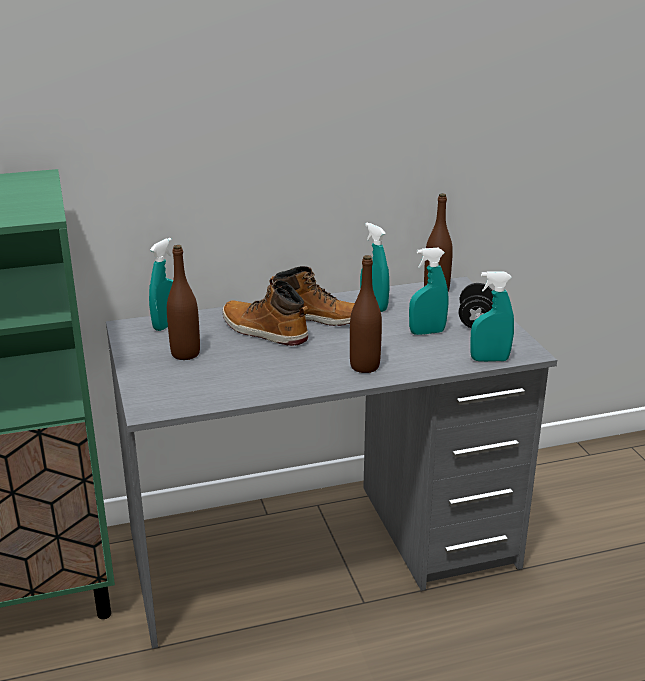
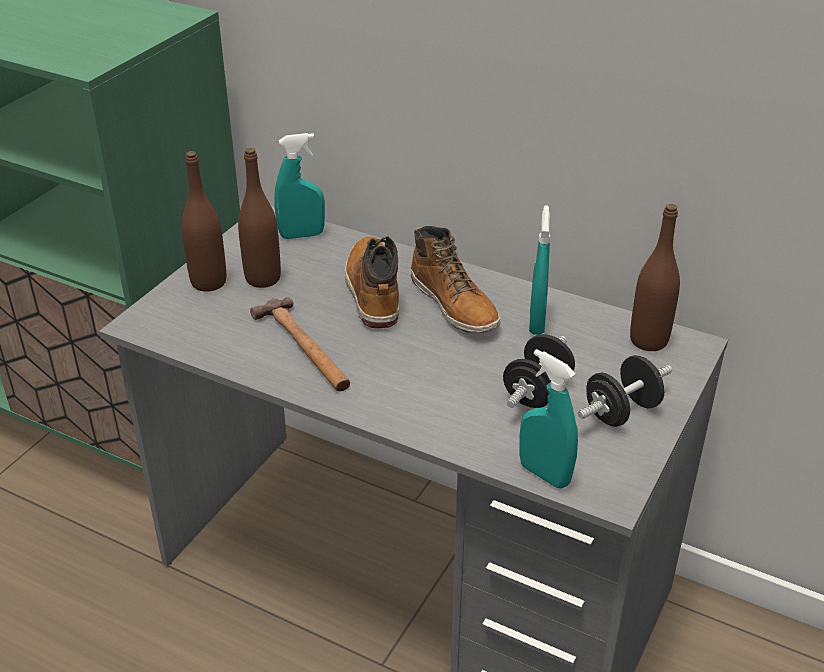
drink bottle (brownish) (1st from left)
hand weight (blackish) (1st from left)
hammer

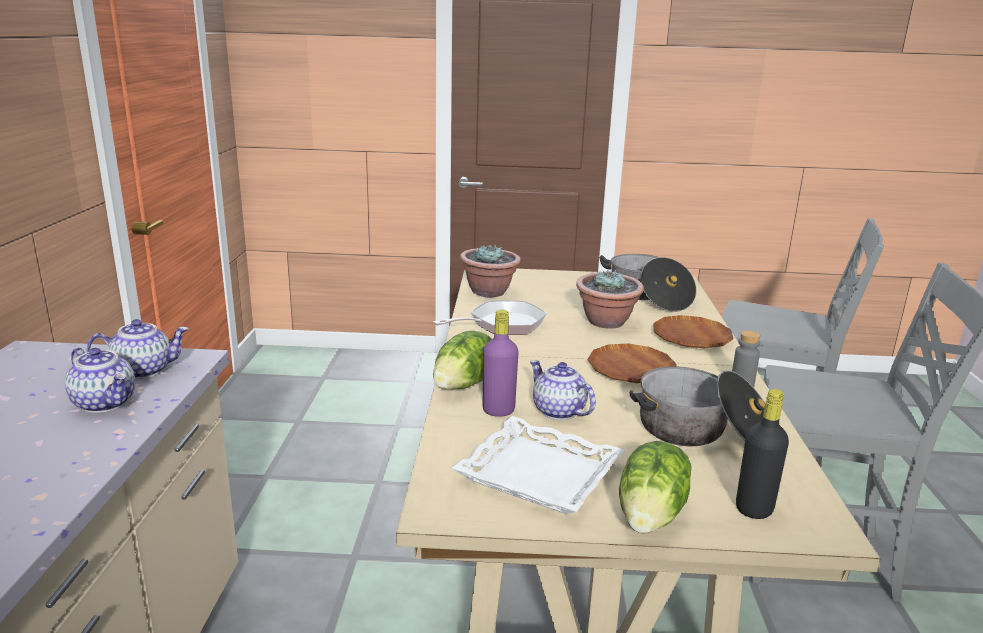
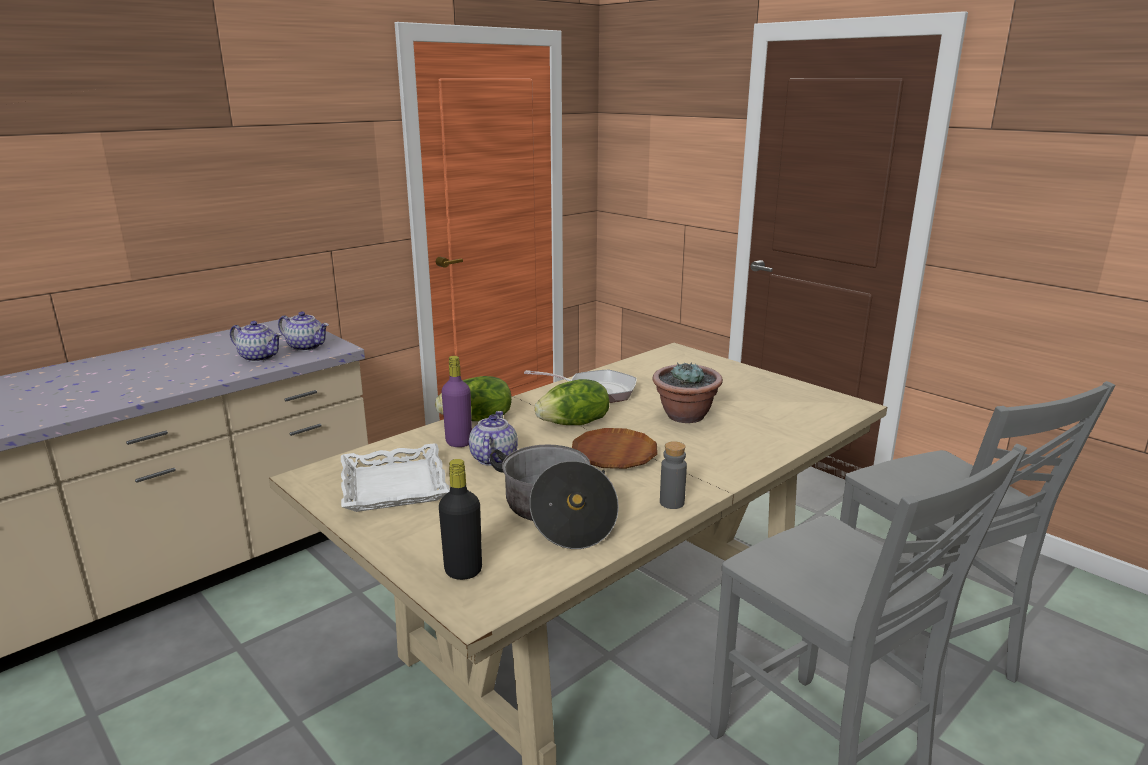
pot for tea (1st from left)
houseplant (1st from left in the first image)
stockpot (1st from left in the first image)
head of lettuce (2nd from left)
plate (brownish) (2nd from left in the first image)

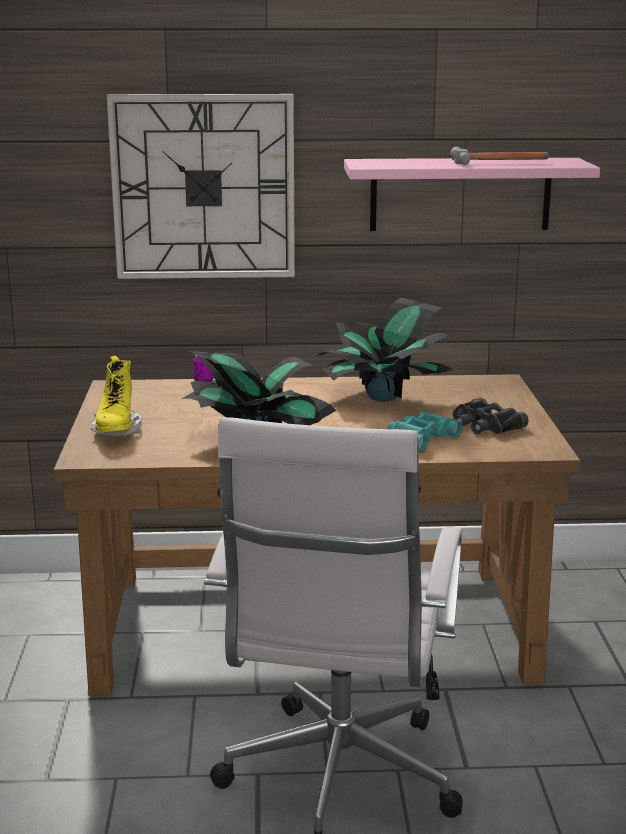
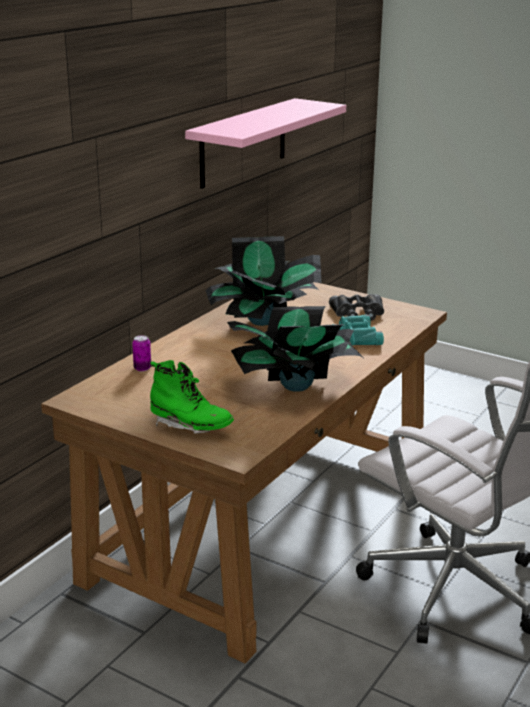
tall boot (green)
clock on the wall
hammer

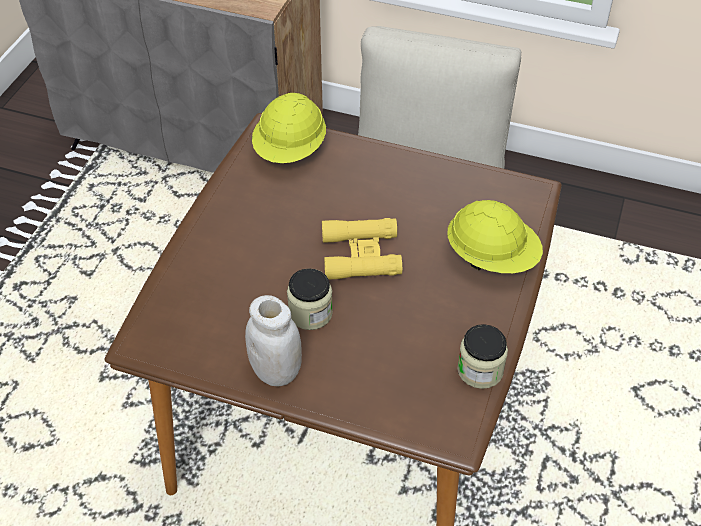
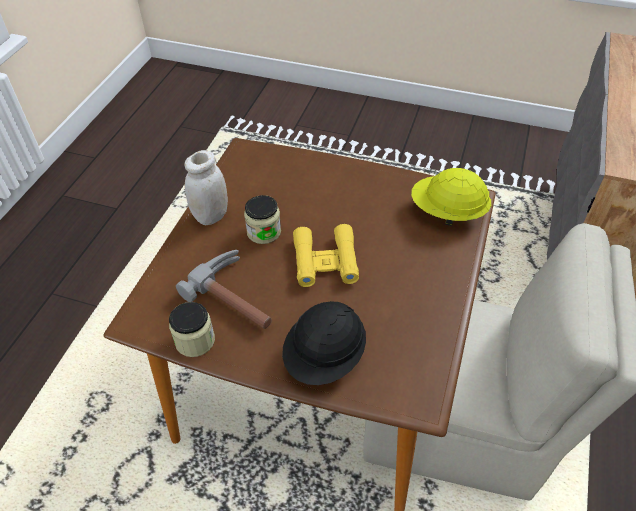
hard hat (blackish)
hammer

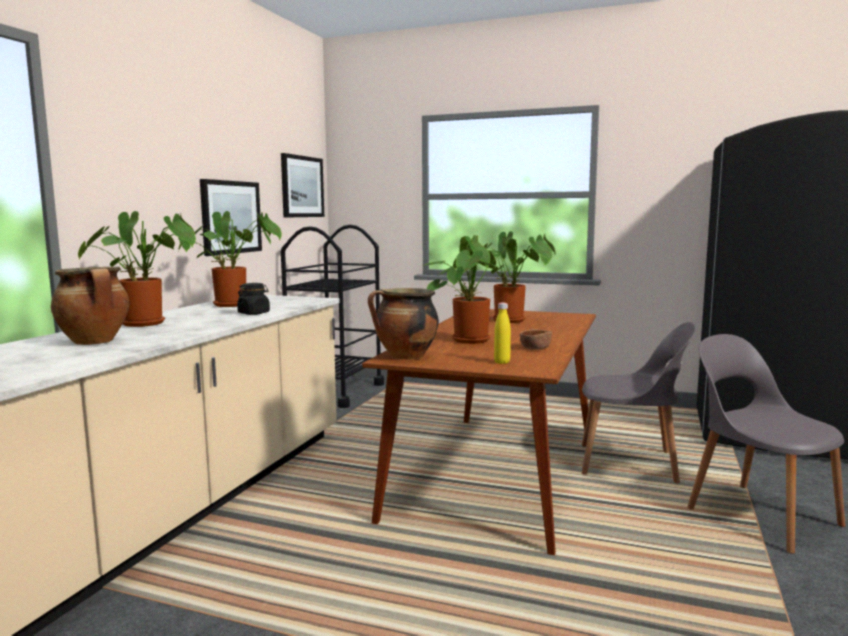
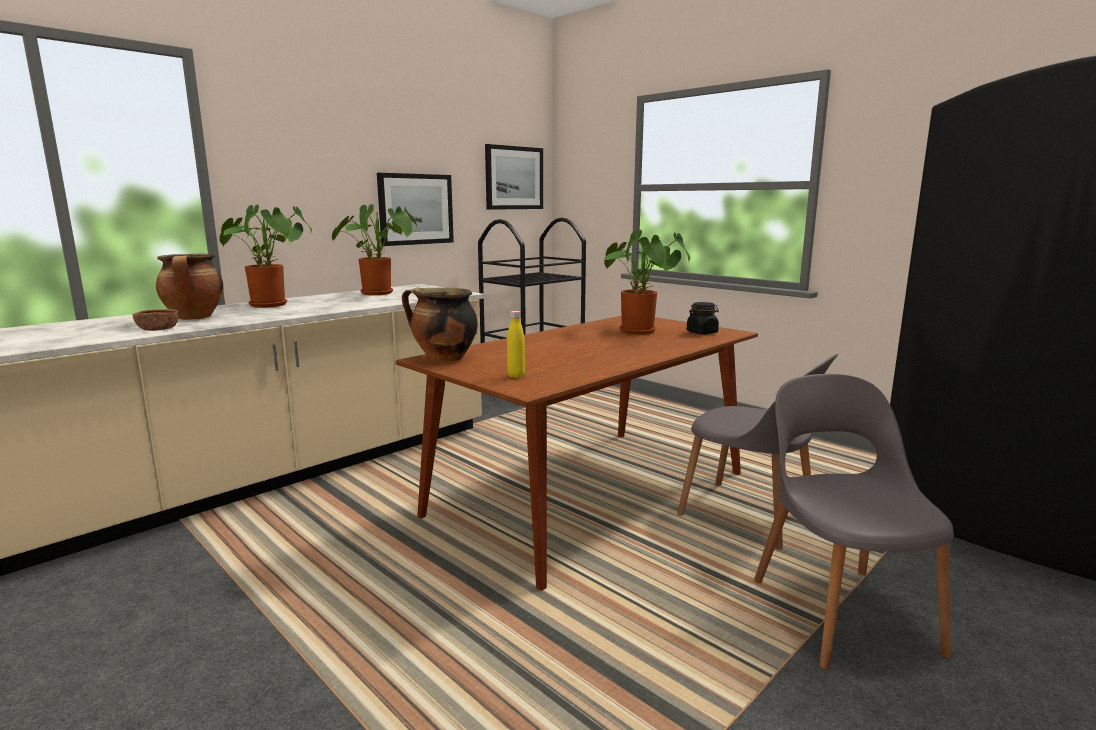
preserve jar (blackish)
houseplant (3rd from left in the first image)
serving bowl (brownish)

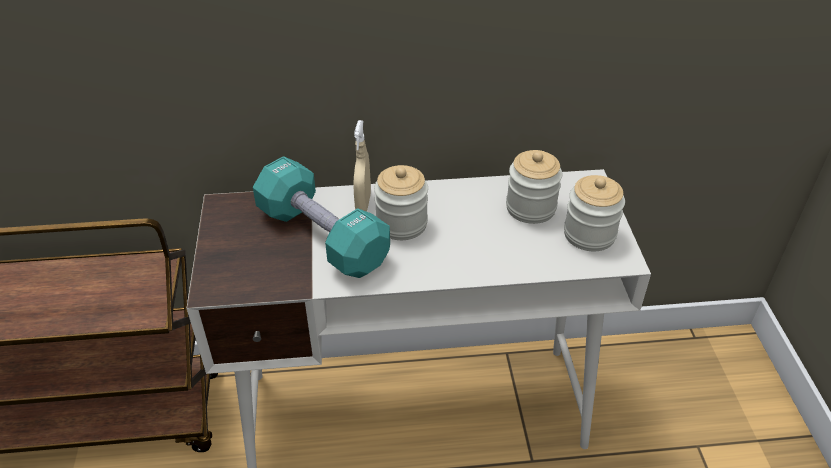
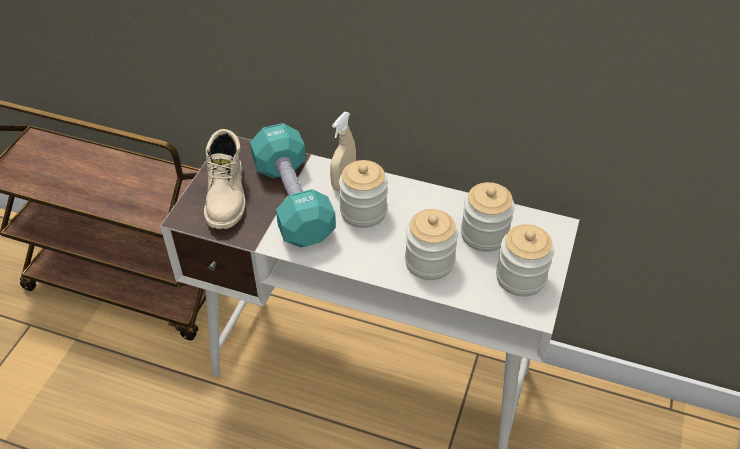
tall boot (beige-coloured)
preserve jar (2nd from left)

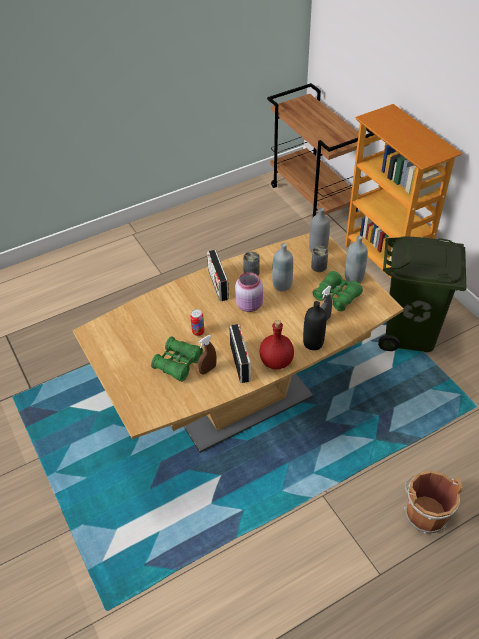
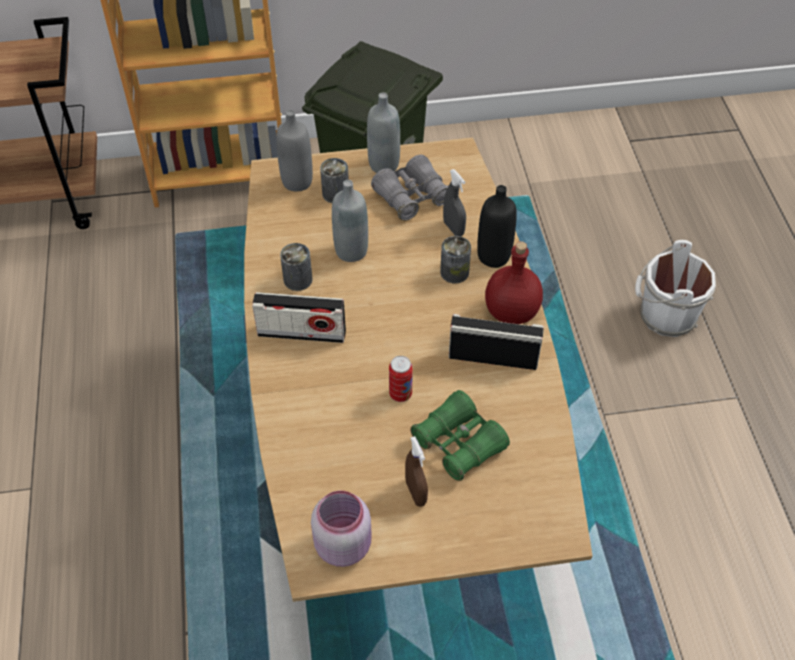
hand sprayer (brownish)
preserve jar (pink)
field glasses (gray)
pail (whitish)
can (4th from left)

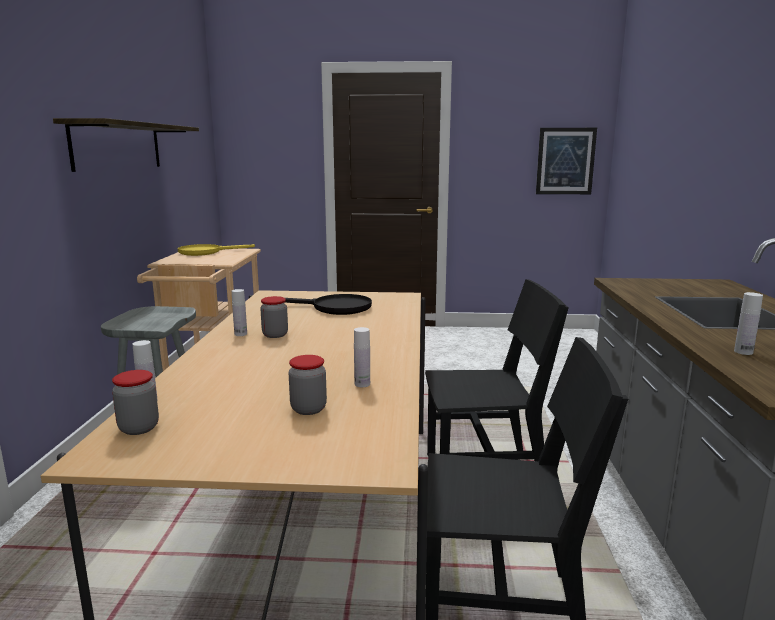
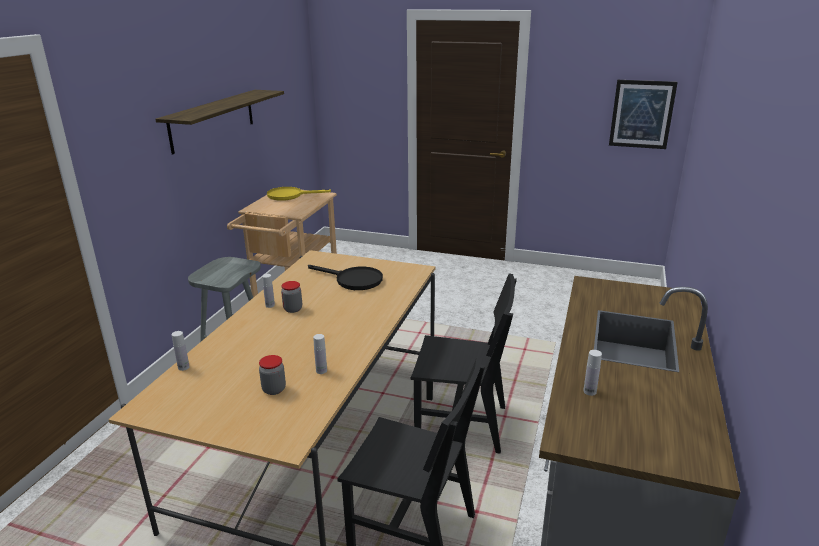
preserve jar (1st from left in the first image)

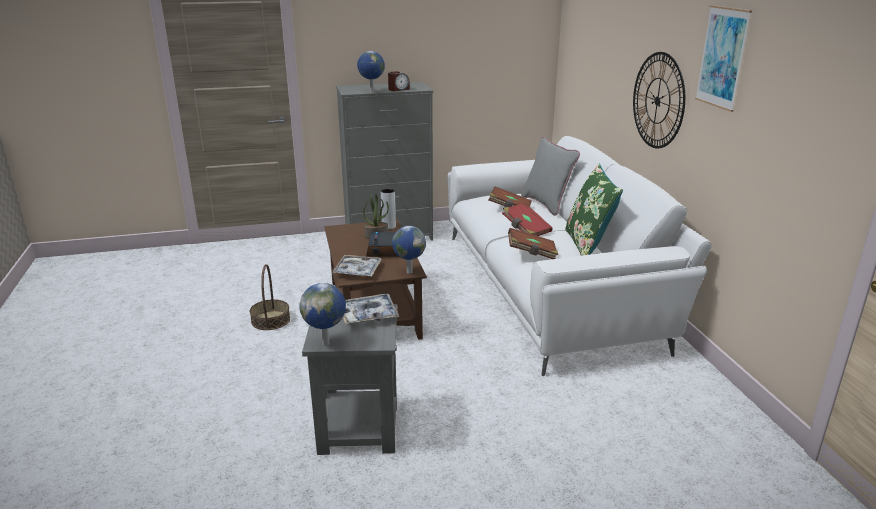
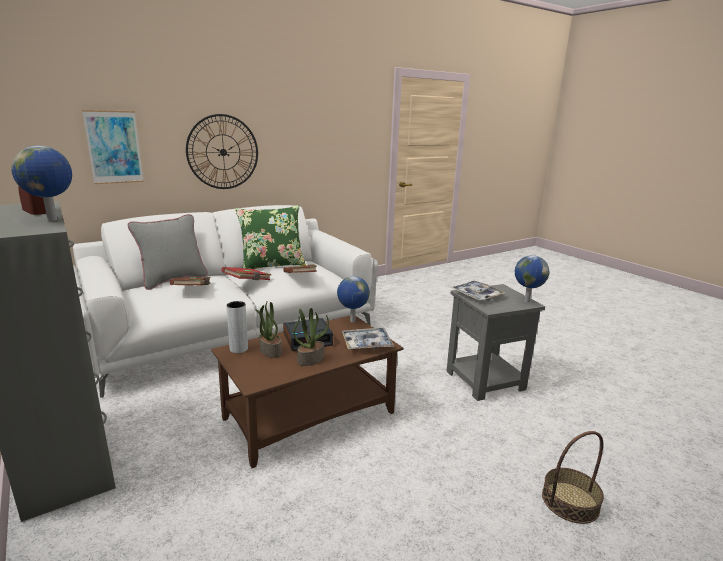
basket
picture
houseplant (2nd from left)

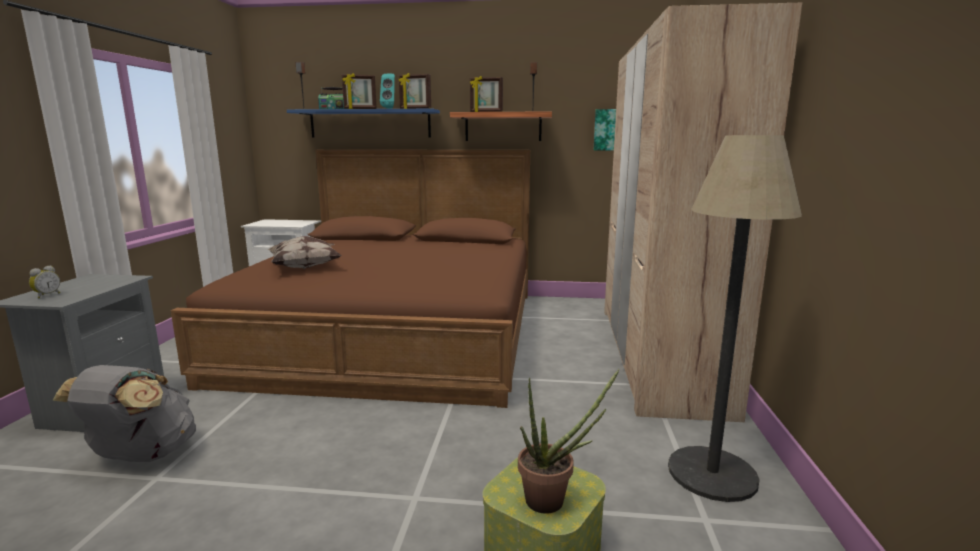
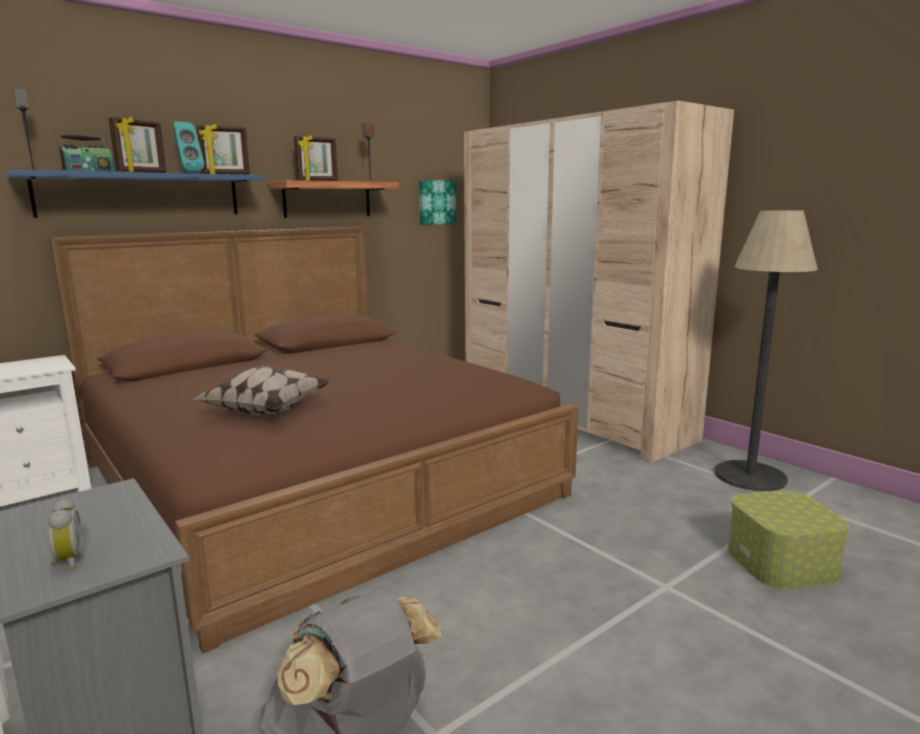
houseplant

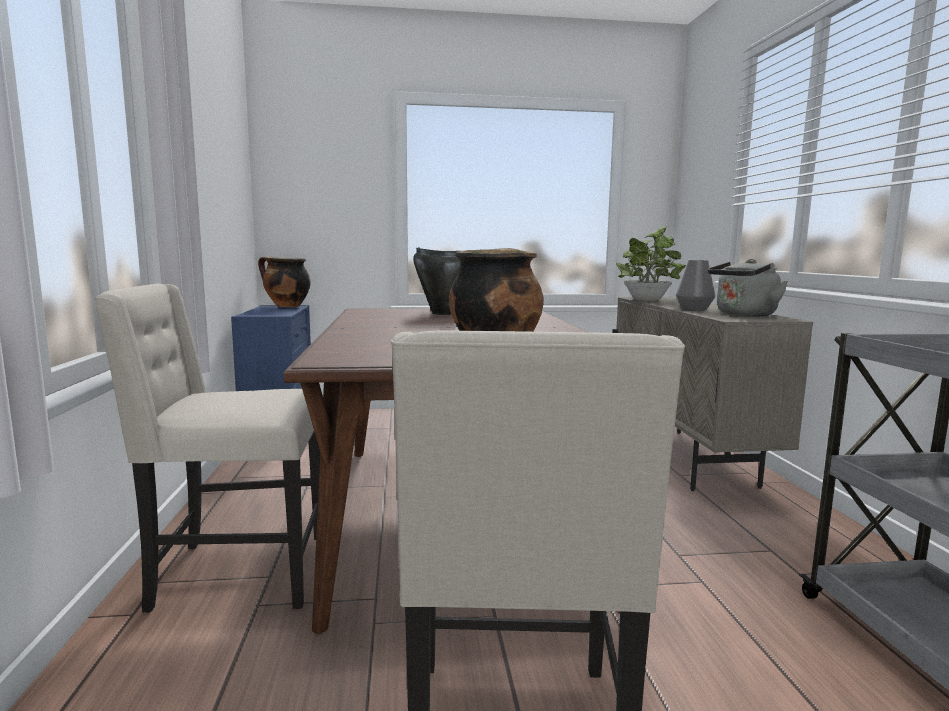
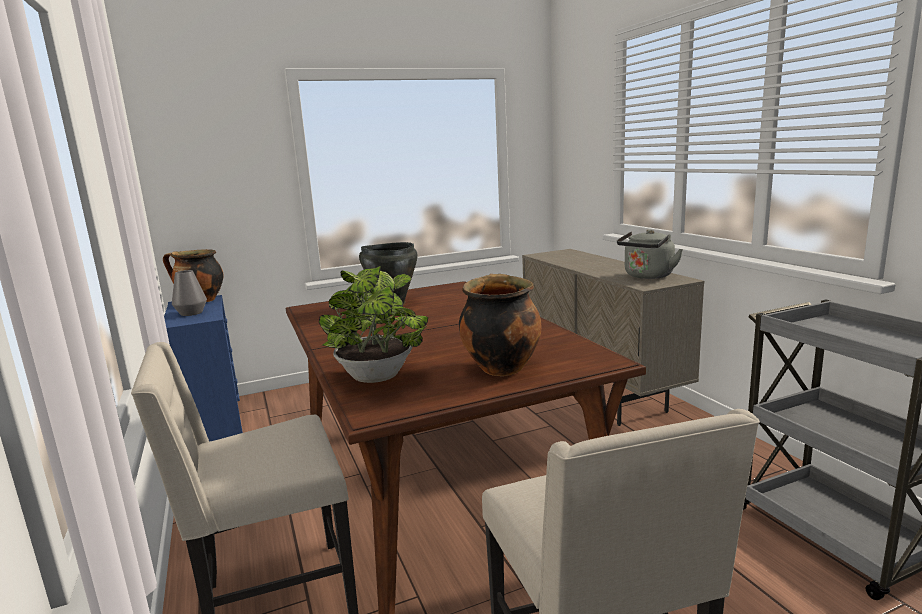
houseplant
vase (gray)

